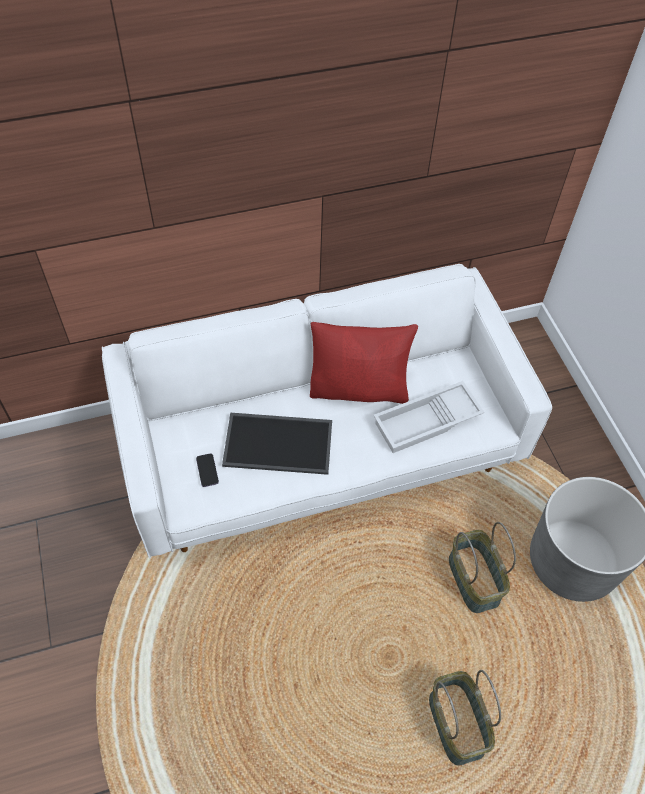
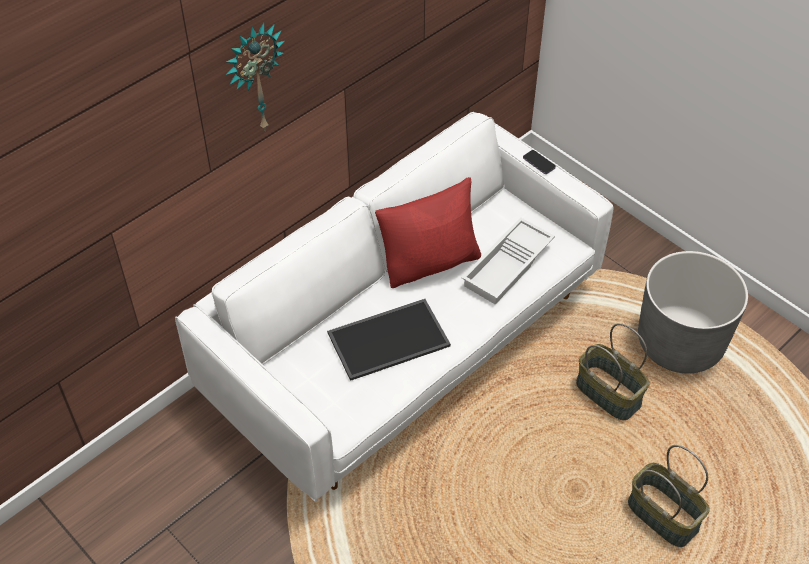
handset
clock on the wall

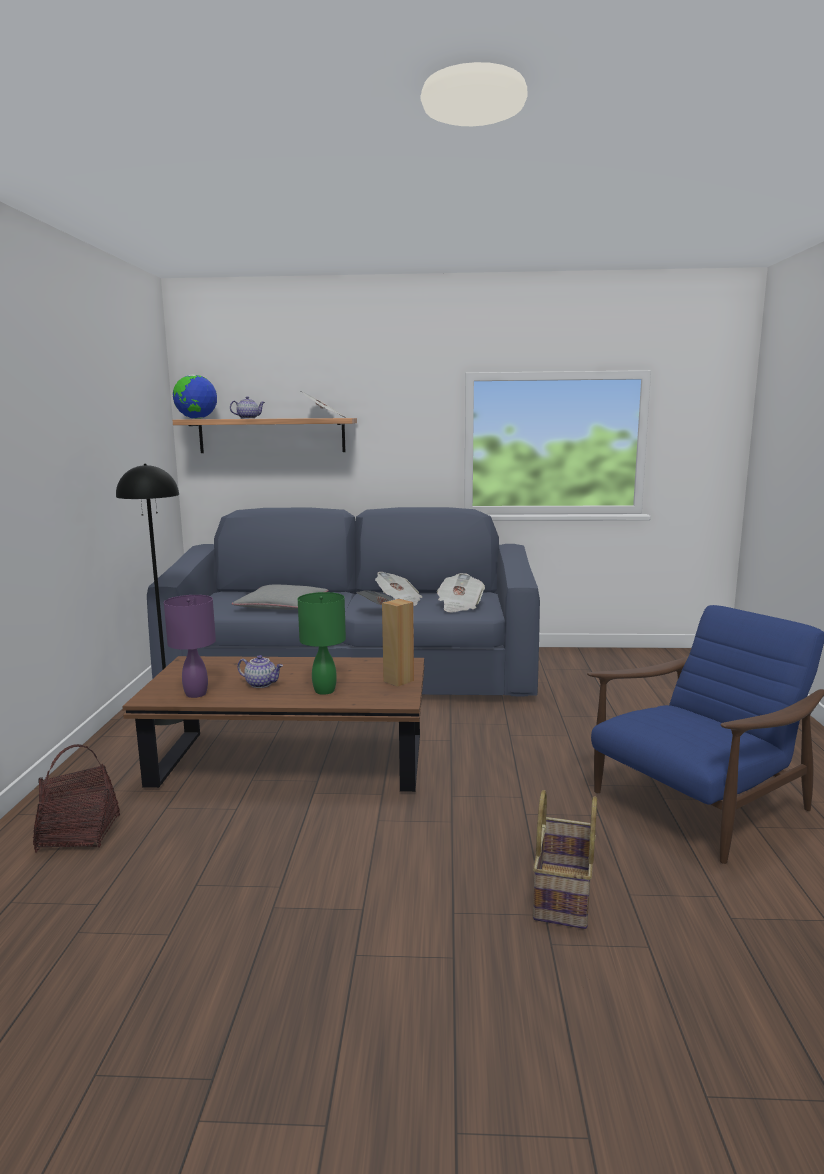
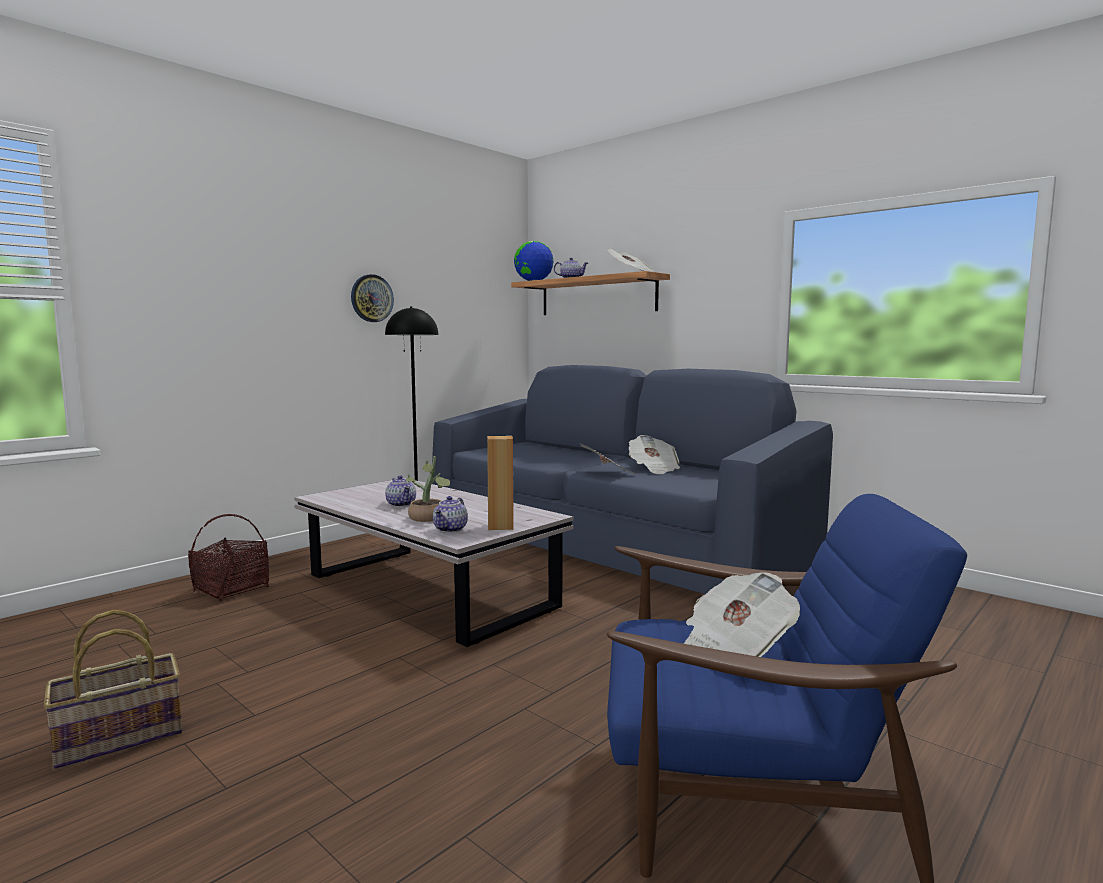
lounge table (whitish)
table lamp (purple-coloured)
throw pillow (gray)
houseplant
printed paper (4th from left)
basket (1st from left)
clock on the wall
pot for tea (2nd from left)

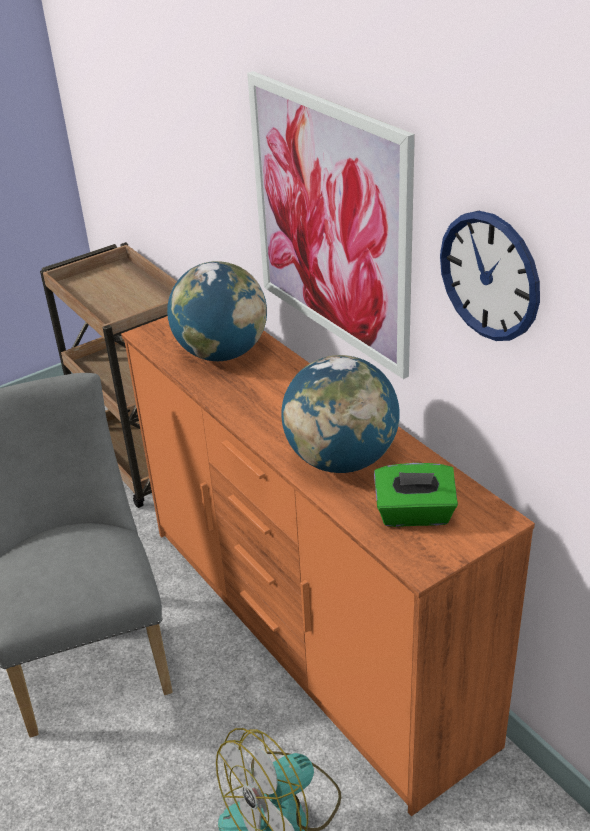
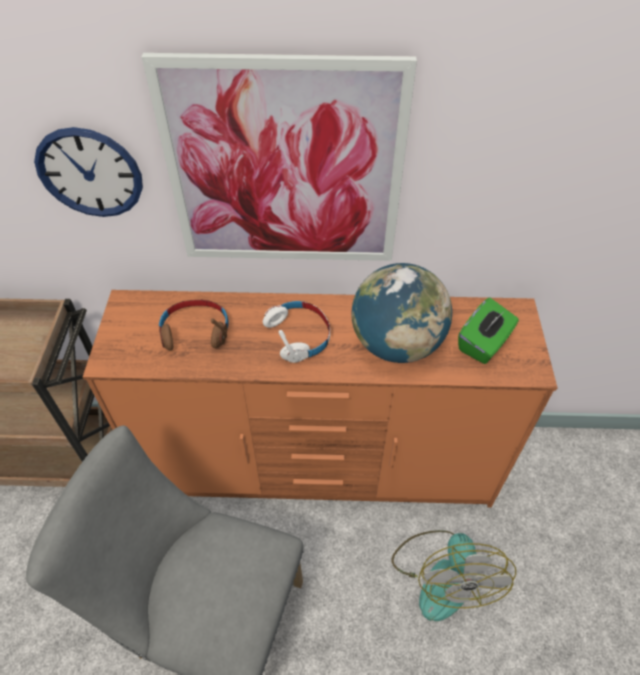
pair of headphones (brownish)
clock on the wall
pair of headphones (whitish)

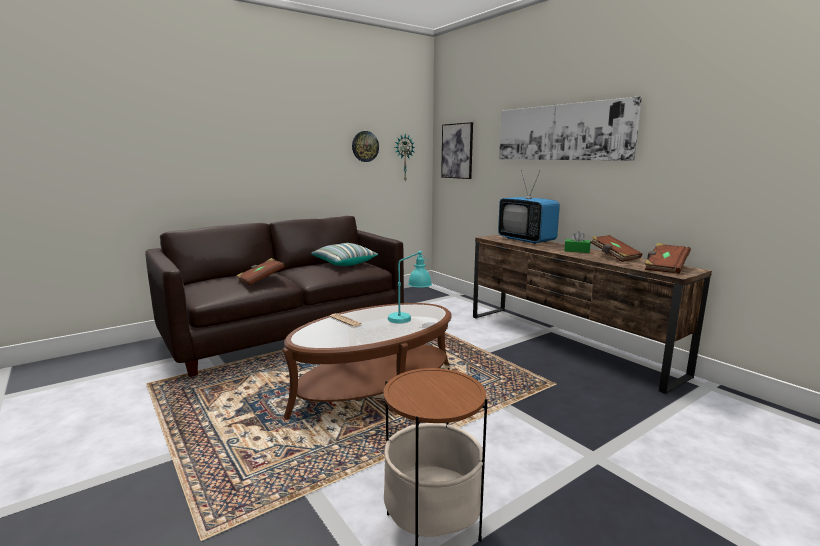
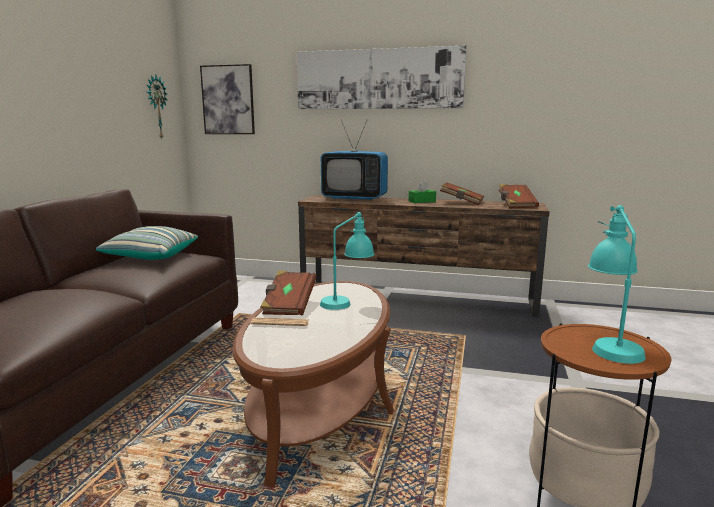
volume (brownish) (1st from left)
clock on the wall (1st from left in the first image)
table lamp (turquoise) (2nd from left)

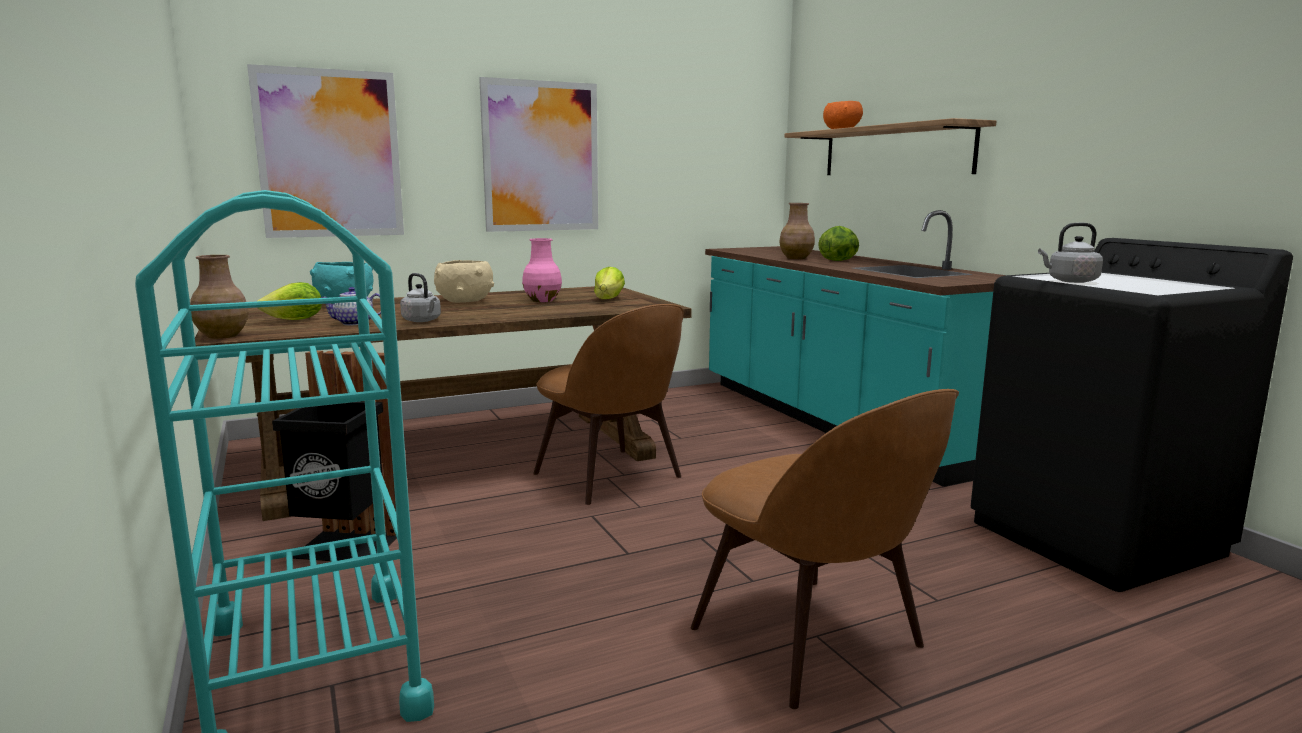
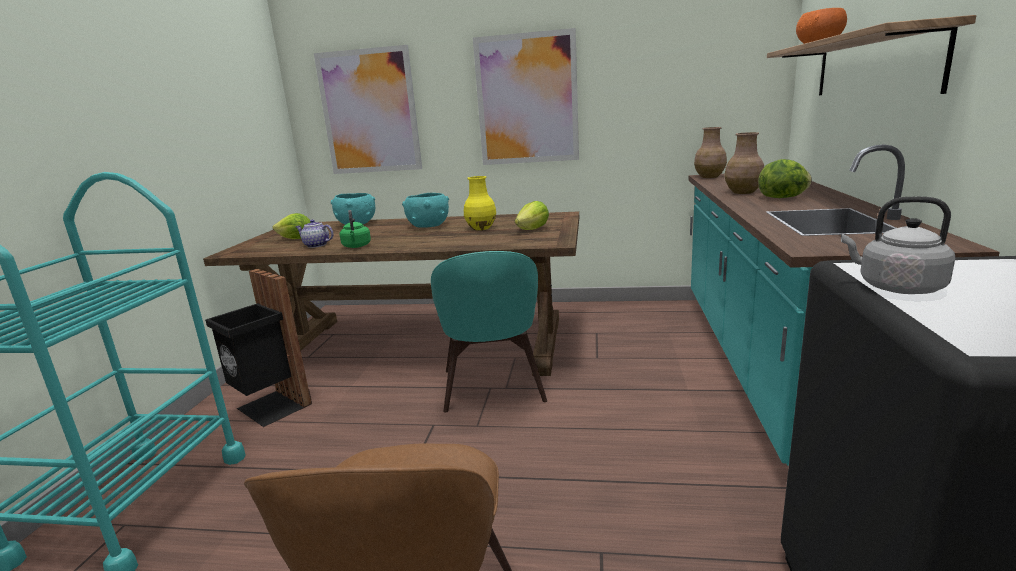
vase (brownish) (1st from left)
tea kettle (green)
serving bowl (turquoise) (2nd from left)
vase (yellowish)
upright chair (turquoise)

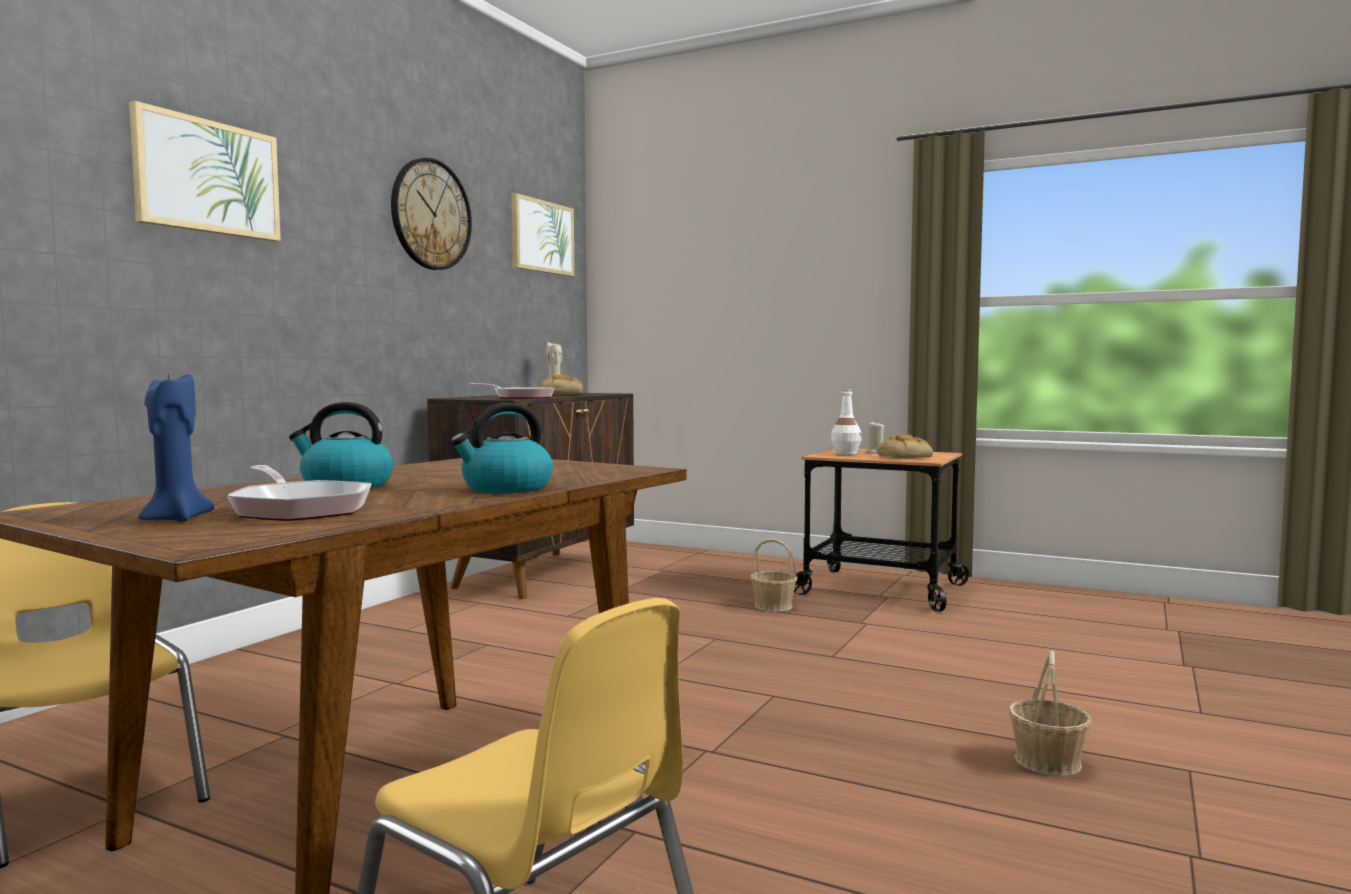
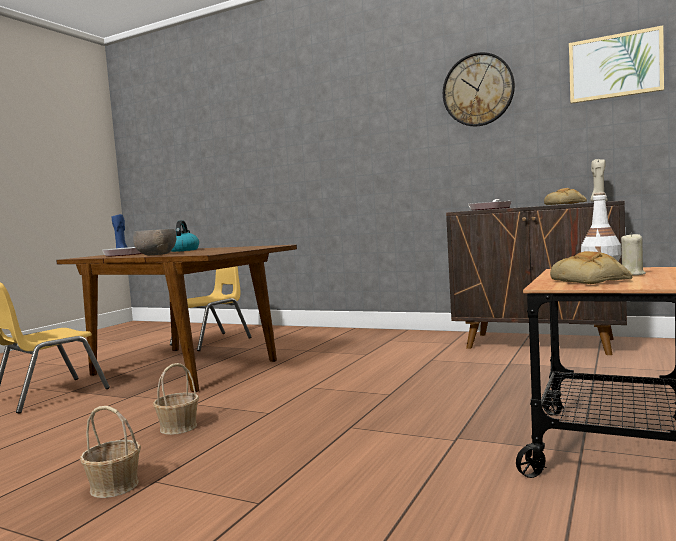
picture (1st from left in the first image)
serving bowl (gray)
basket (2nd from left)

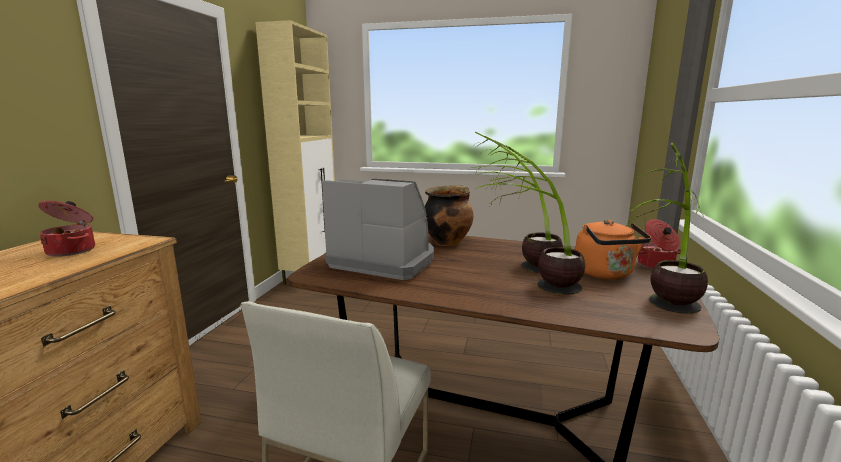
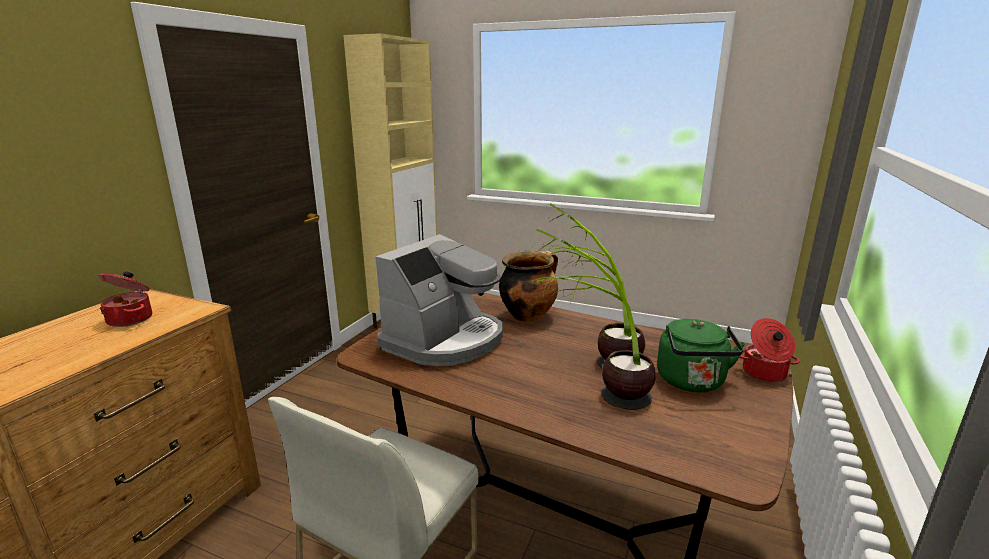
coffee maker
tea kettle (green)
houseplant (3rd from left in the first image)

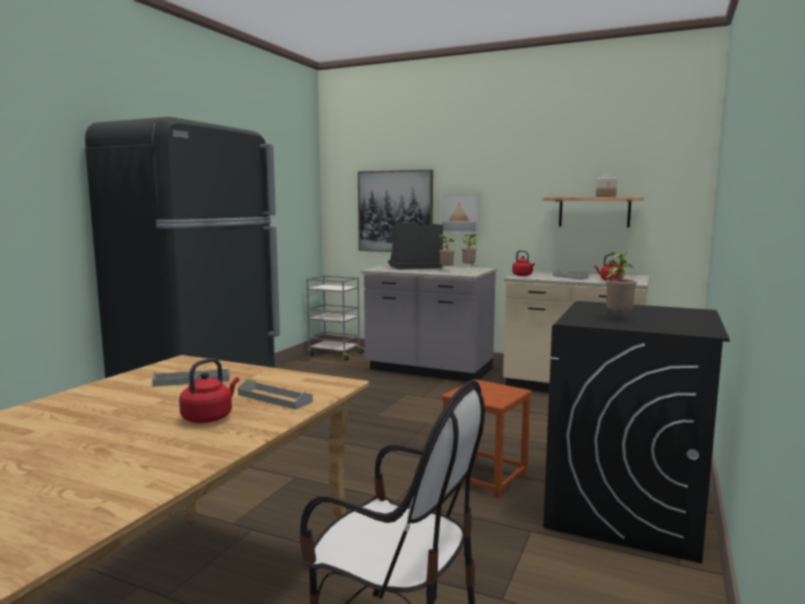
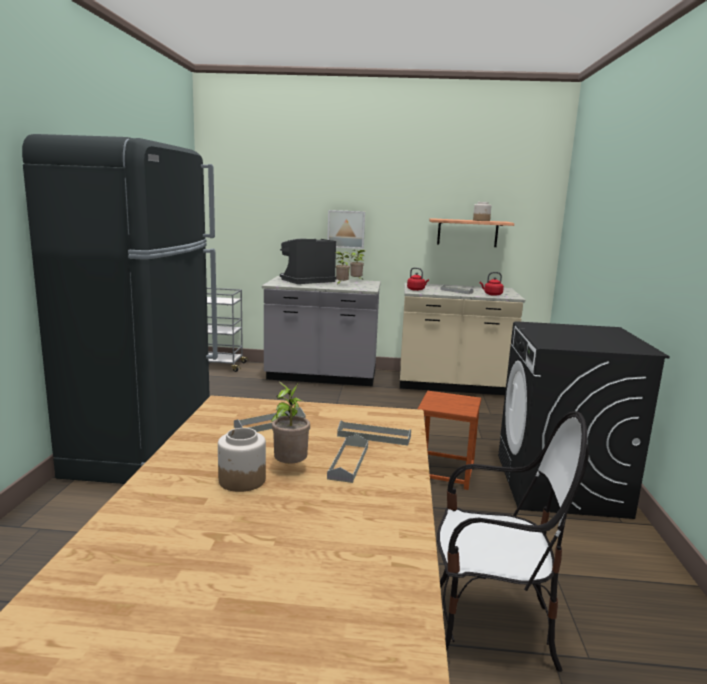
carrying tray (gray) (2nd from left)
picture (1st from left in the first image)
houseplant (1st from left)
preserve jar (1st from left)

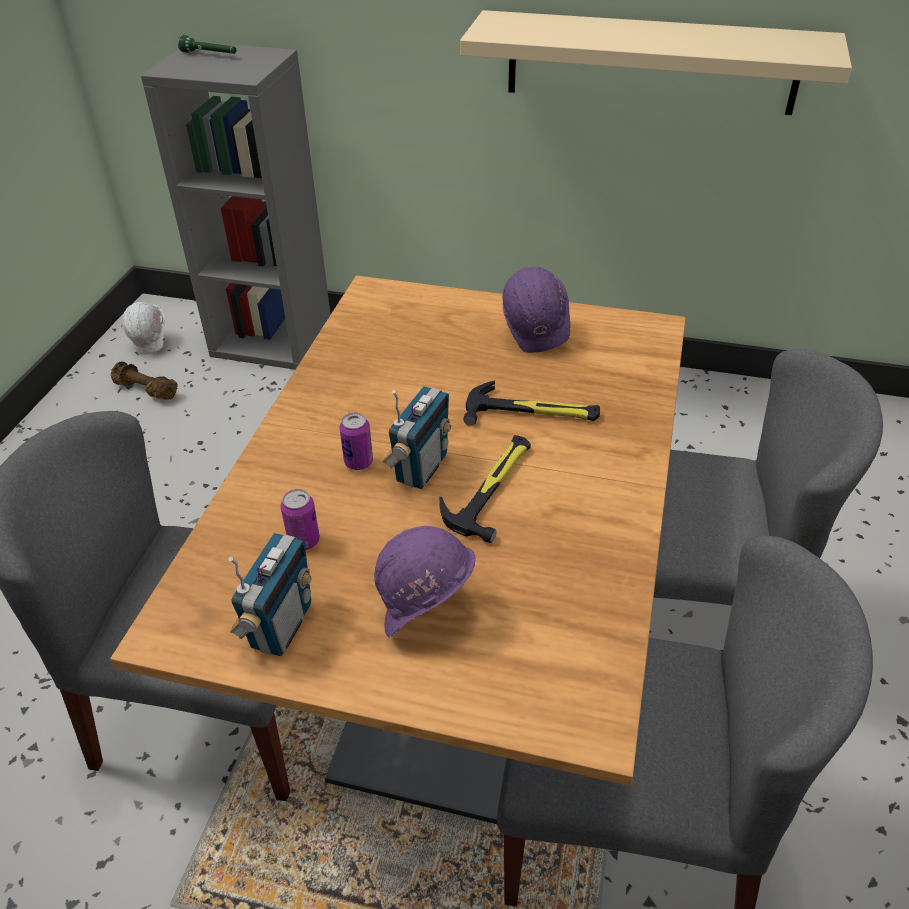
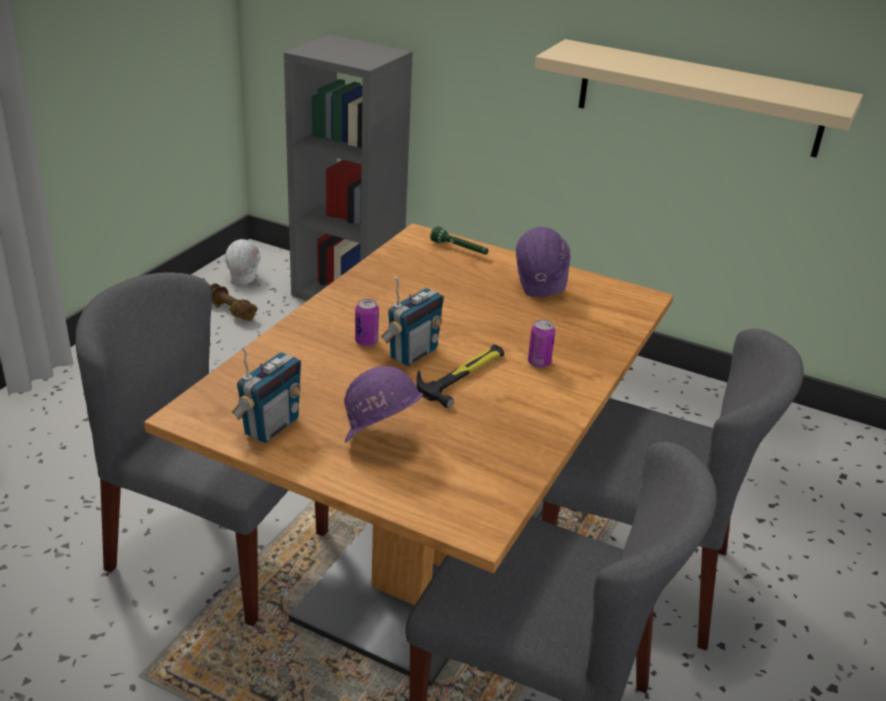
torch (green)
can (2nd from left)
hammer (2nd from left in the first image)

